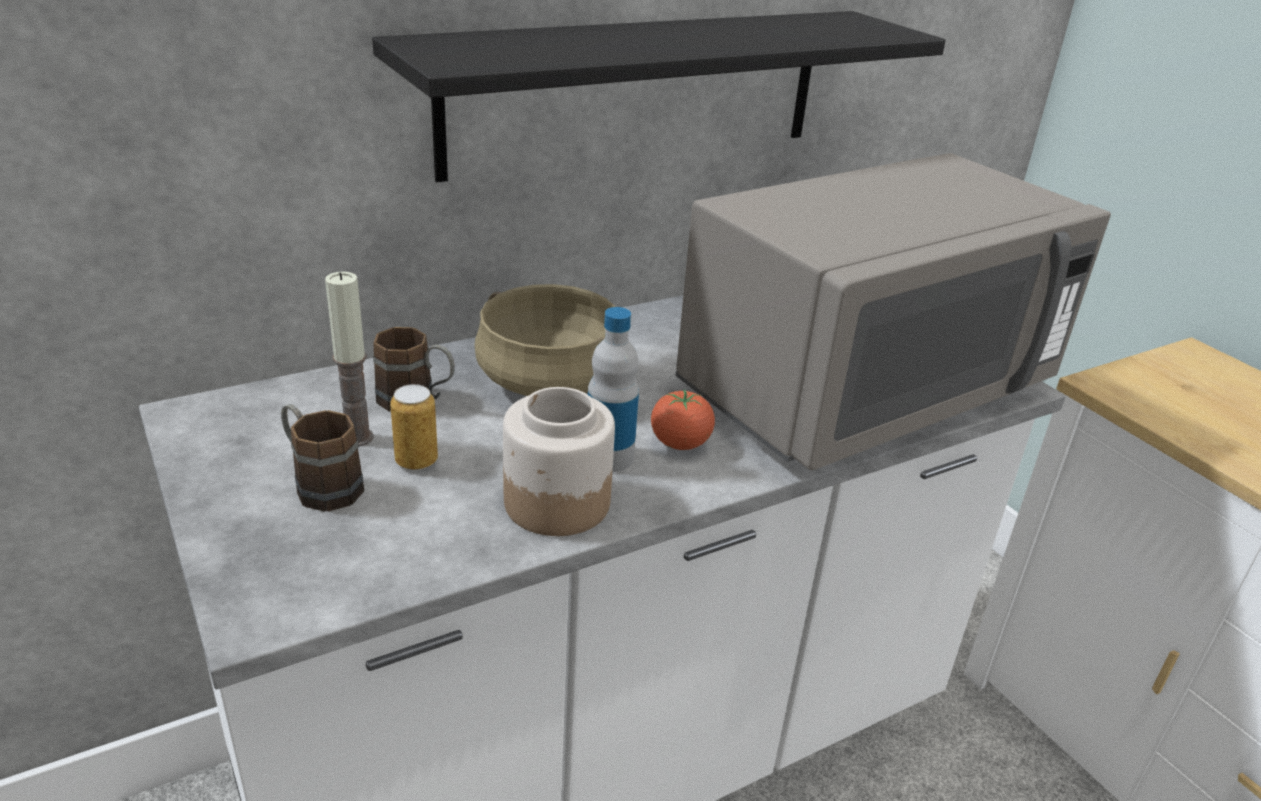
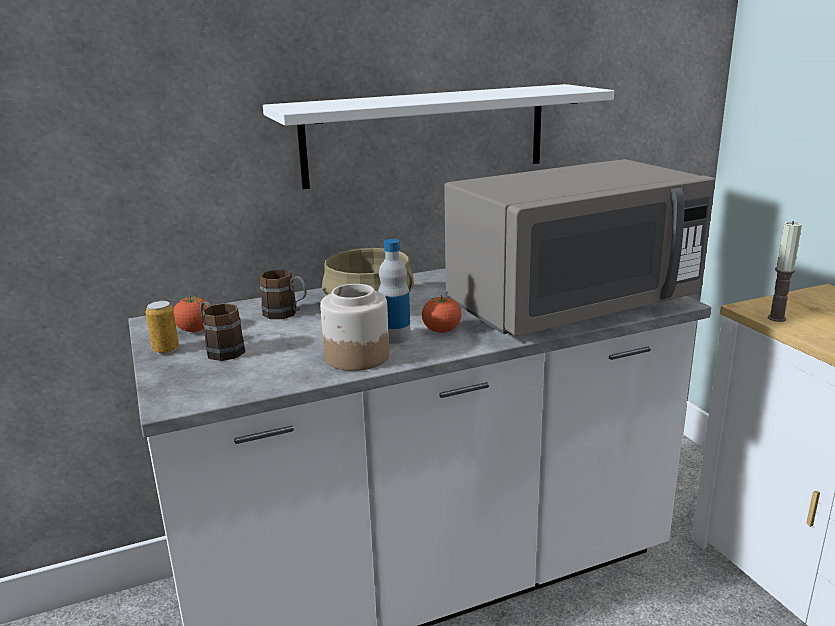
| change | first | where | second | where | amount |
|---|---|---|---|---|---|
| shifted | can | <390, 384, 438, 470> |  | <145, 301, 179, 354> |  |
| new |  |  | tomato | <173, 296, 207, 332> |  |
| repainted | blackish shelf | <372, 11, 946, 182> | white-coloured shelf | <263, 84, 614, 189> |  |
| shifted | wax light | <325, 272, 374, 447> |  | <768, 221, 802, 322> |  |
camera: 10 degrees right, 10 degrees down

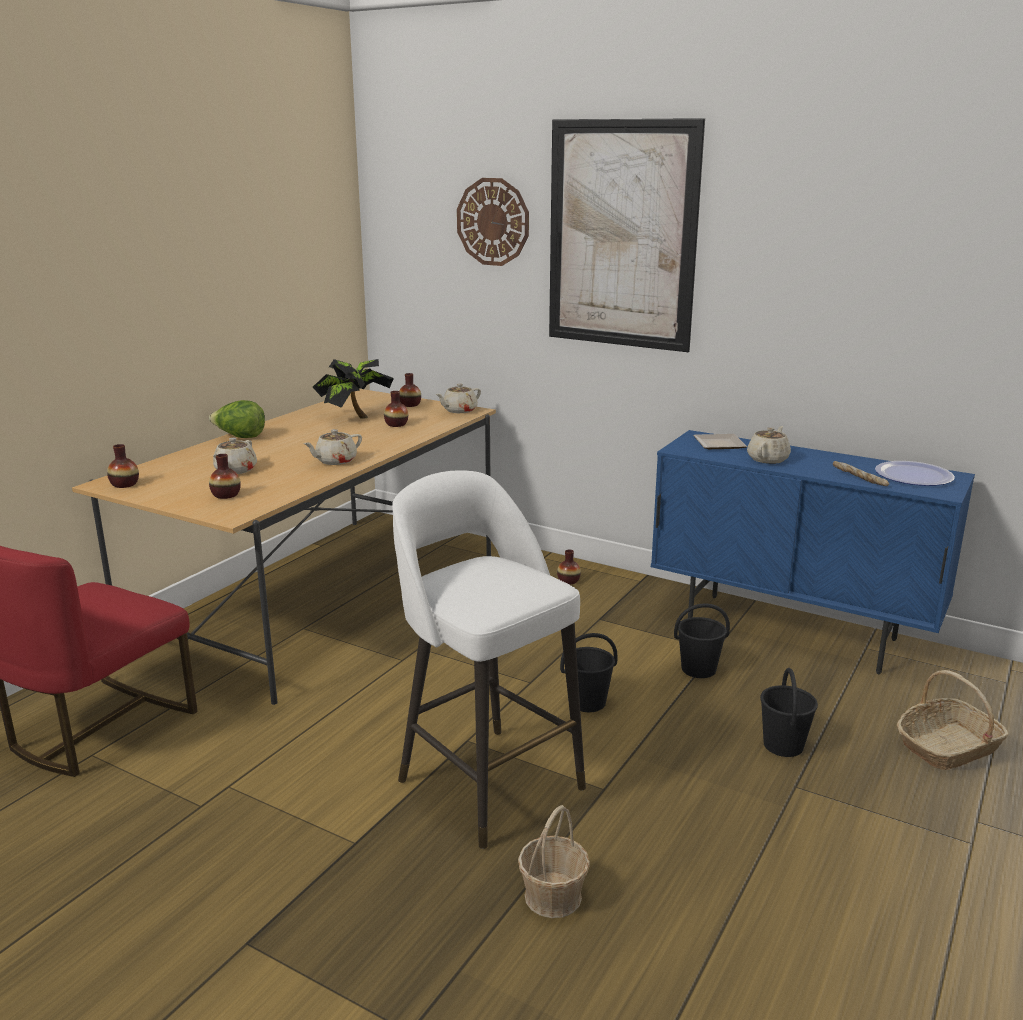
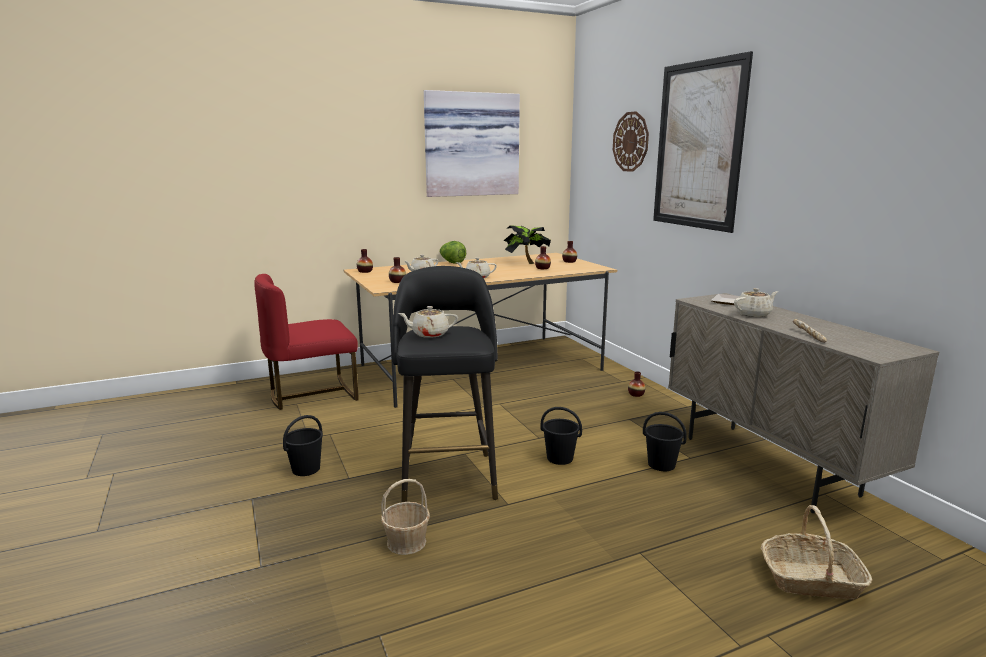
| change | first | where | second | where | amount |
|---|---|---|---|---|---|
| shifted | blackish water bucket | <760, 668, 818, 757> |  | <283, 415, 323, 476> |  |
| repainted | white-coloured stool | <392, 470, 586, 849> | blackish stool | <392, 266, 498, 502> |  |
| shifted | beige-coloured teapot | <436, 383, 481, 413> |  | <398, 306, 458, 338> |  |
| new |  |  | wall picture | <424, 90, 520, 197> |  |
| repainted | blue storage cabinet | <651, 430, 975, 674> | beige-coloured storage cabinet | <668, 293, 939, 513> |  |
| gone | plate | <875, 461, 955, 486> |  |  |  |
camera: 35 degrees right, 5 degrees down

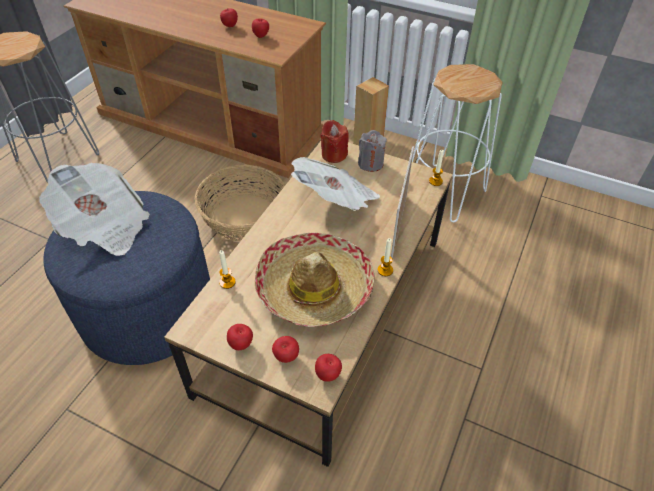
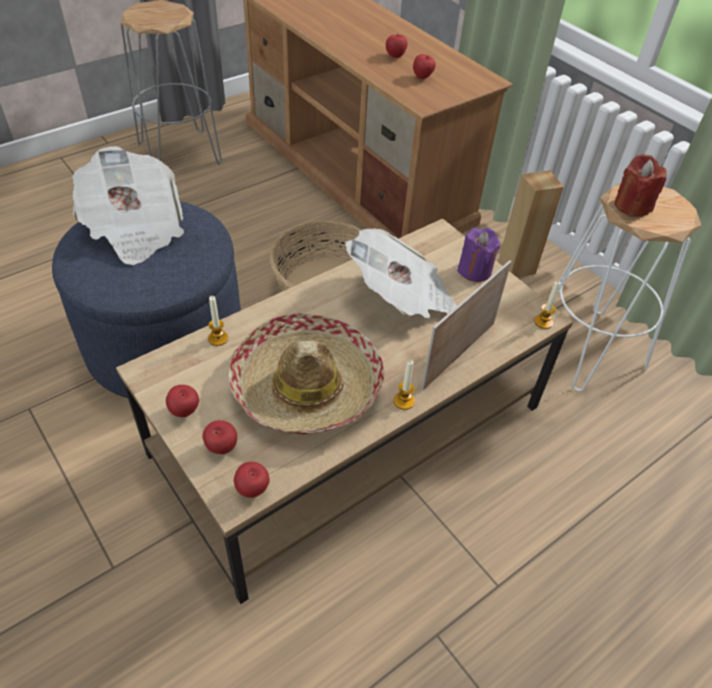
| change | first | where | second | where | amount |
|---|---|---|---|---|---|
| repainted | gray wax light | <358, 130, 387, 172> | purple wax light | <457, 228, 500, 282> |  |
| shifted | red wax light | <321, 120, 349, 163> |  | <615, 154, 667, 217> |  |
camera: 25 degrees right, 0 degrees up

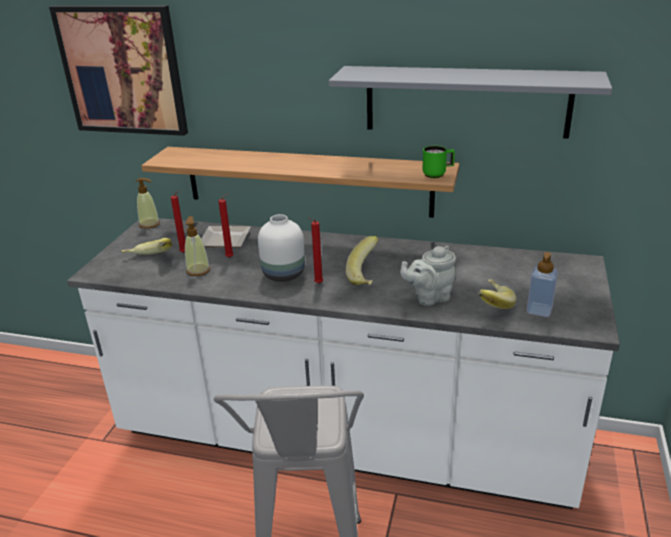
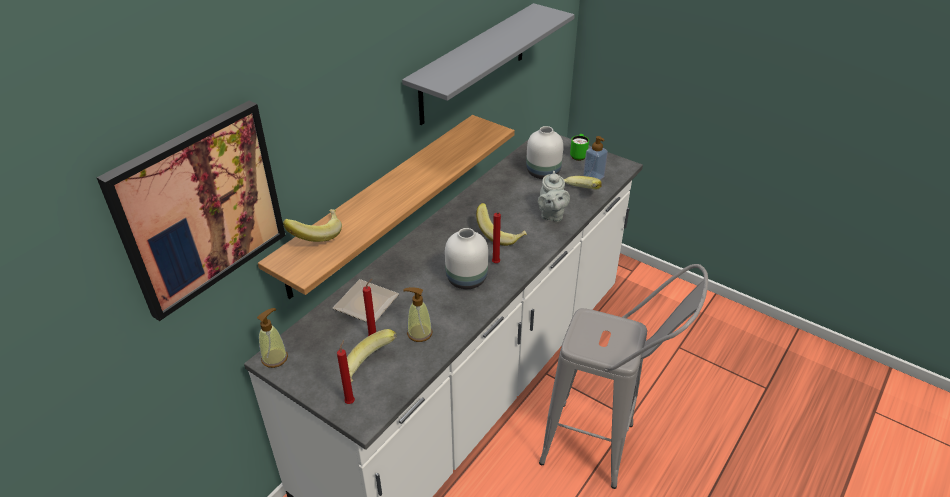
| change | first | where | second | where | amount |
|---|---|---|---|---|---|
| new |  |  | whole banana | <283, 209, 342, 242> |  |
| shifted | red wax light | <218, 193, 234, 258> |  | <337, 340, 355, 404> |  |
| new |  |  | white-coloured vase | <526, 126, 563, 179> |  |
| shifted | greenish coffee mug | <422, 146, 455, 178> |  | <570, 134, 589, 161> |  |
camera: 70 degrees left, 10 degrees up

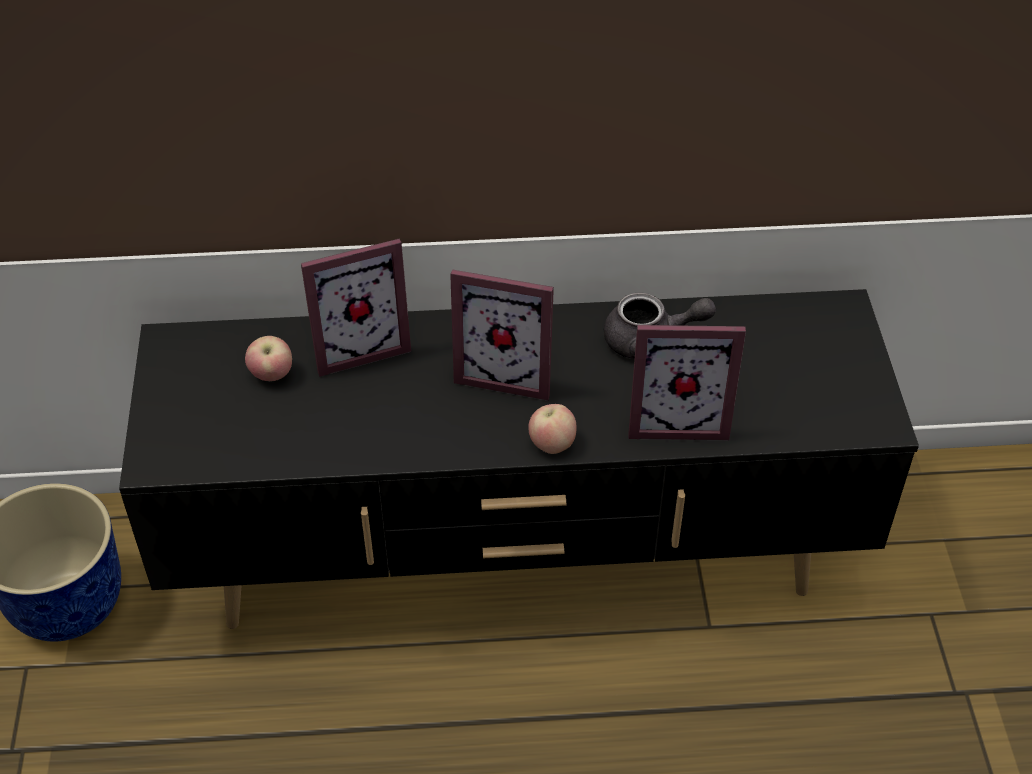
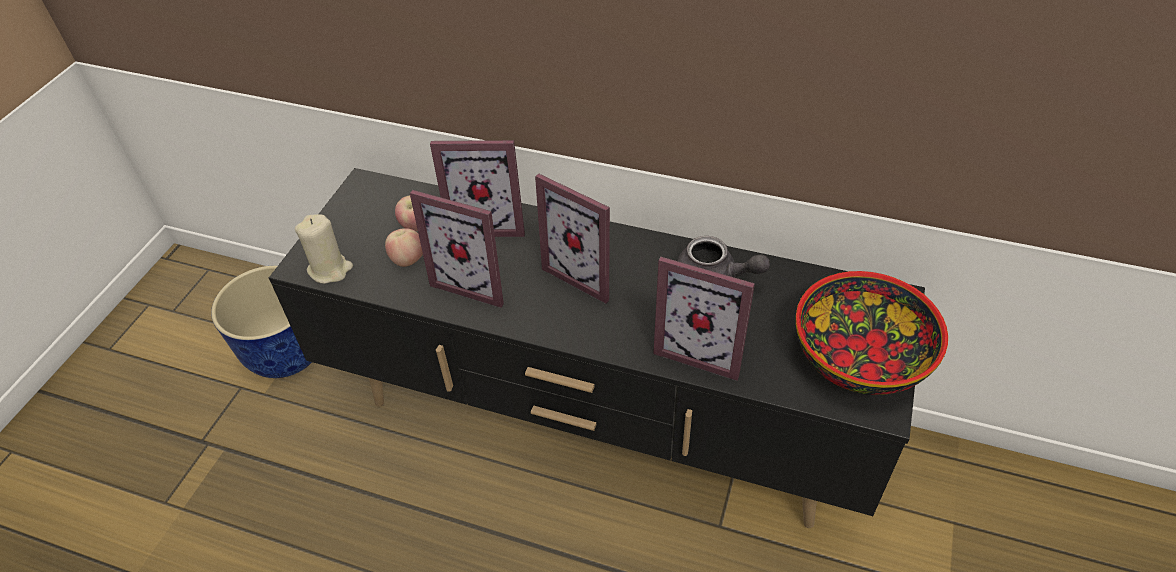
| change | first | where | second | where | amount |
|---|---|---|---|---|---|
| new |  |  | beige-coloured wax light | <295, 214, 353, 284> |  |
| shifted | apple | <528, 404, 577, 454> |  | <385, 228, 423, 267> |  |
| new |  |  | photo frame | <410, 190, 504, 308> |  |
| new |  |  | deep dish | <795, 271, 948, 395> |  |
camera: 25 degrees right, 0 degrees up

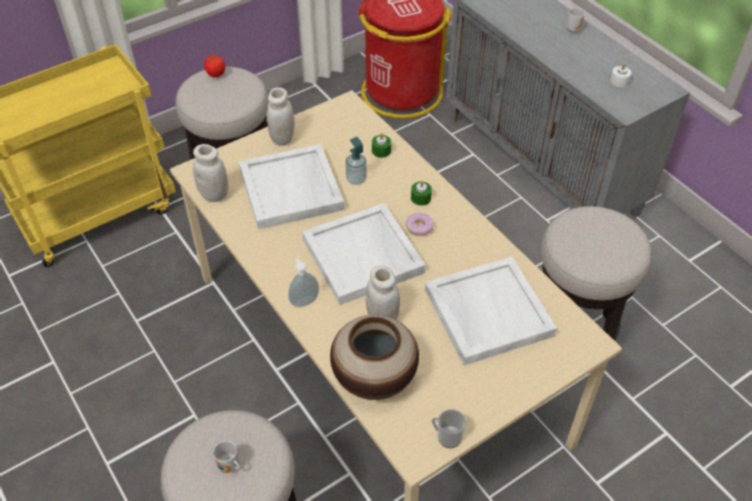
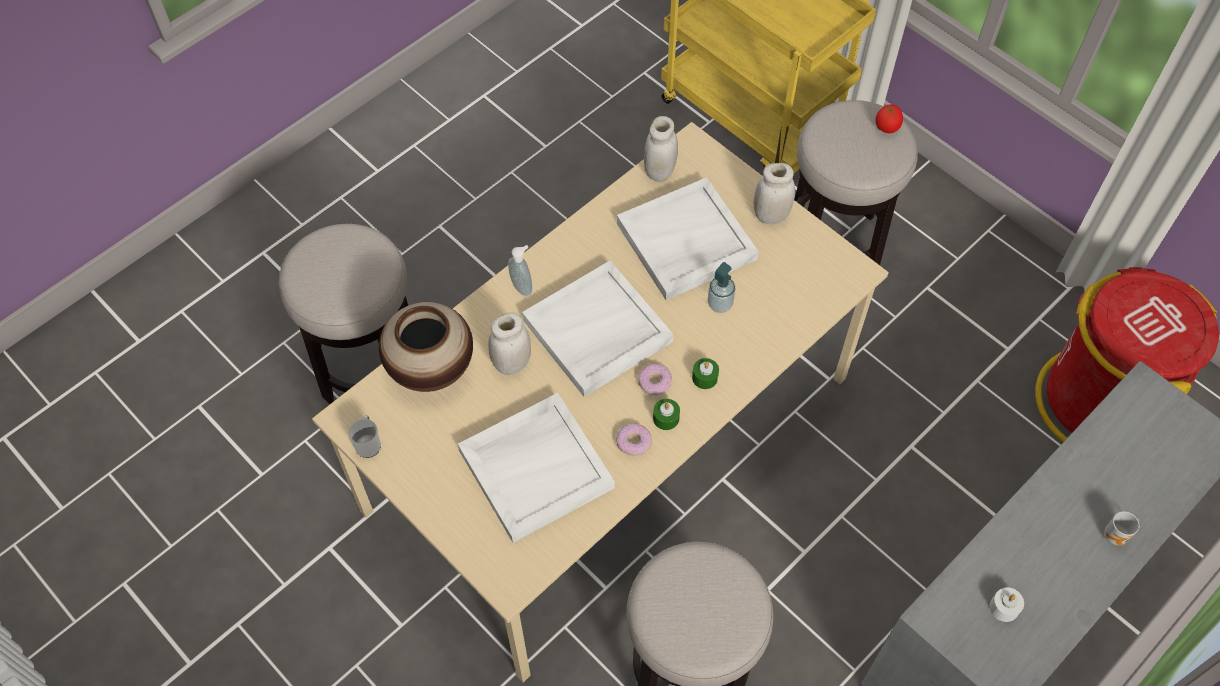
| change | first | where | second | where | amount |
|---|---|---|---|---|---|
| new |  |  | ring doughnut | <616, 423, 652, 456> |  |
| shifted | greenish wax light | <372, 133, 391, 158> |  | <653, 399, 680, 430> |  |
| gone | coffee mug | <213, 441, 241, 473> |  |  |  |
camera: 80 degrees right, 10 degrees up

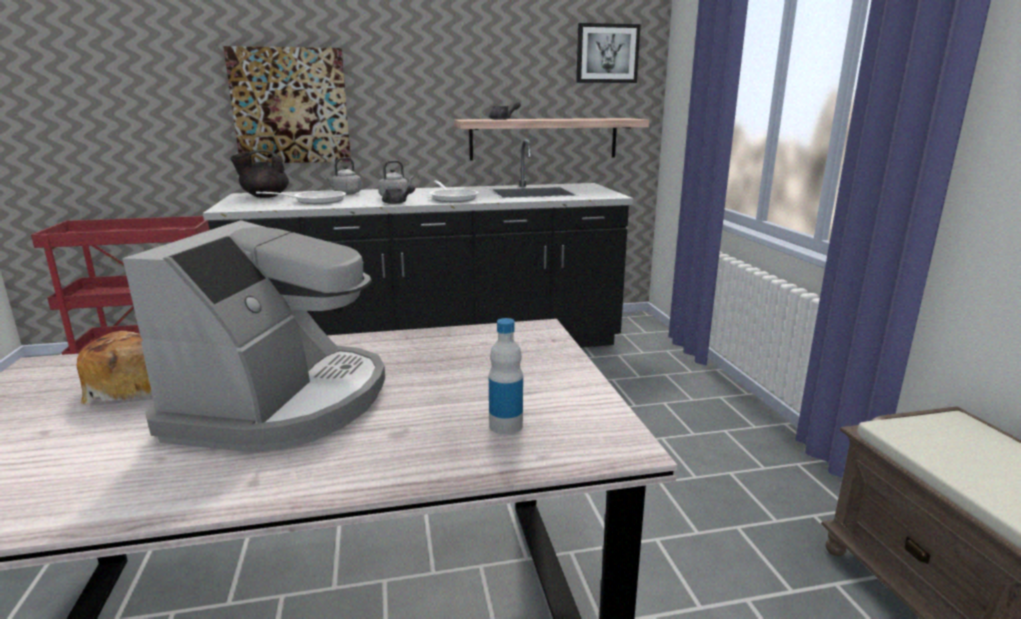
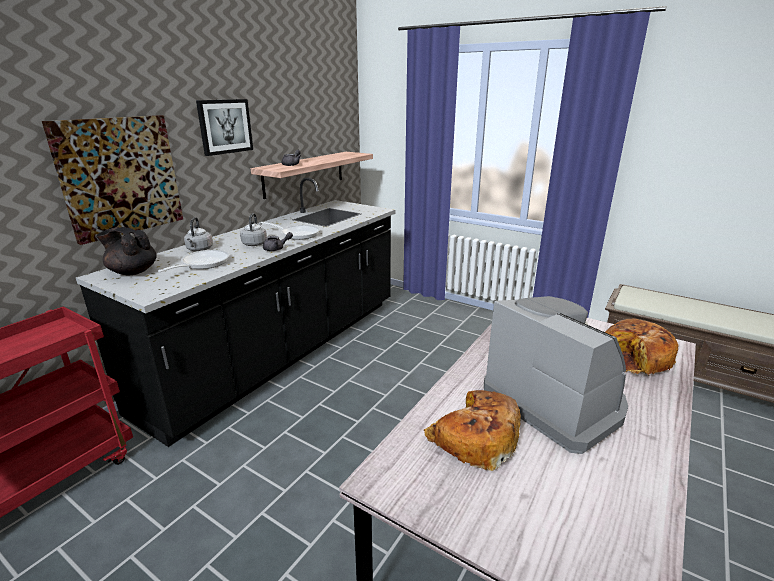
| change | first | where | second | where | amount |
|---|---|---|---|---|---|
| rotated | blackish teapot | <230, 150, 289, 198> |  | <96, 227, 156, 275> | 90 degrees clockwise |
| shifted | wall picture | <576, 23, 641, 83> |  | <196, 99, 253, 156> |  |
| swapped | beverage bottle | <489, 318, 523, 434> | baked bread | <605, 319, 679, 375> |  |
camera: 45 degrees left, 5 degrees up

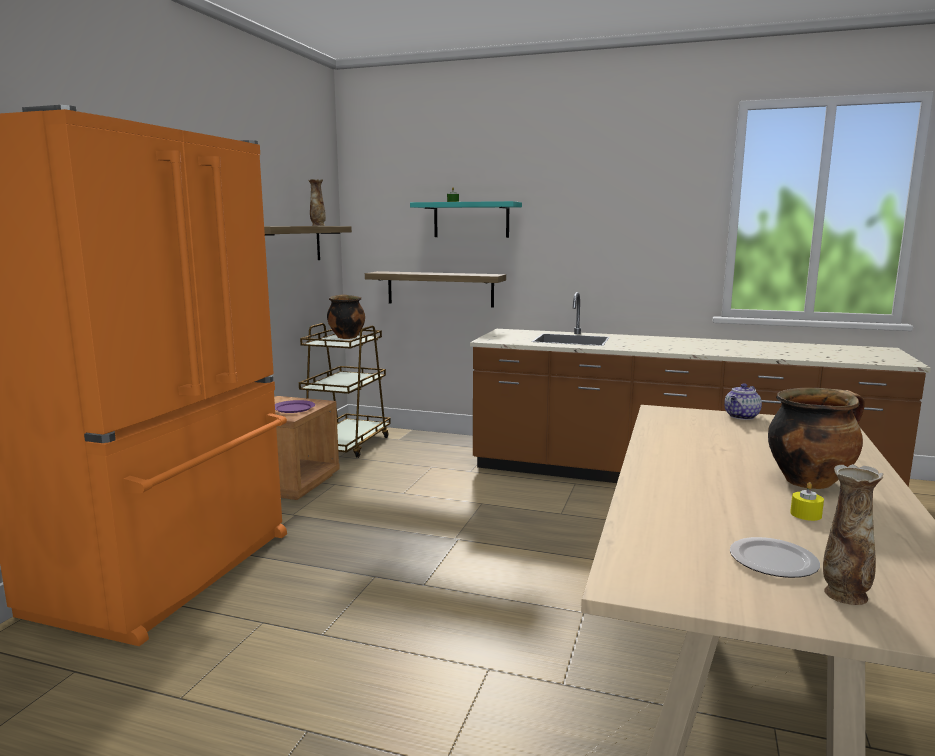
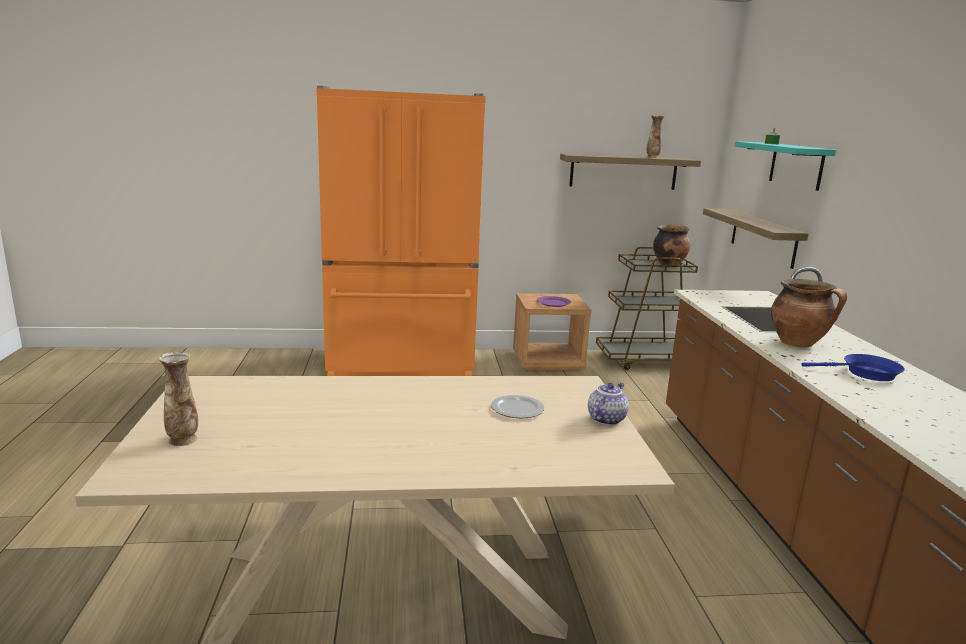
| change | first | where | second | where | amount |
|---|---|---|---|---|---|
| shifted | plate | <730, 537, 820, 578> |  | <491, 395, 545, 418> |  |
| rotated | teapot | <724, 383, 762, 420> |  | <588, 383, 629, 425> | 105 degrees clockwise |
| shifted | cooking pot | <768, 388, 865, 489> |  | <771, 279, 847, 348> |  |
| new |  |  | blue frying pan | <801, 354, 905, 381> |  |
| gone | yellowish wax light | <790, 482, 824, 521> |  |  |  |
camera: 65 degrees right, 5 degrees up

